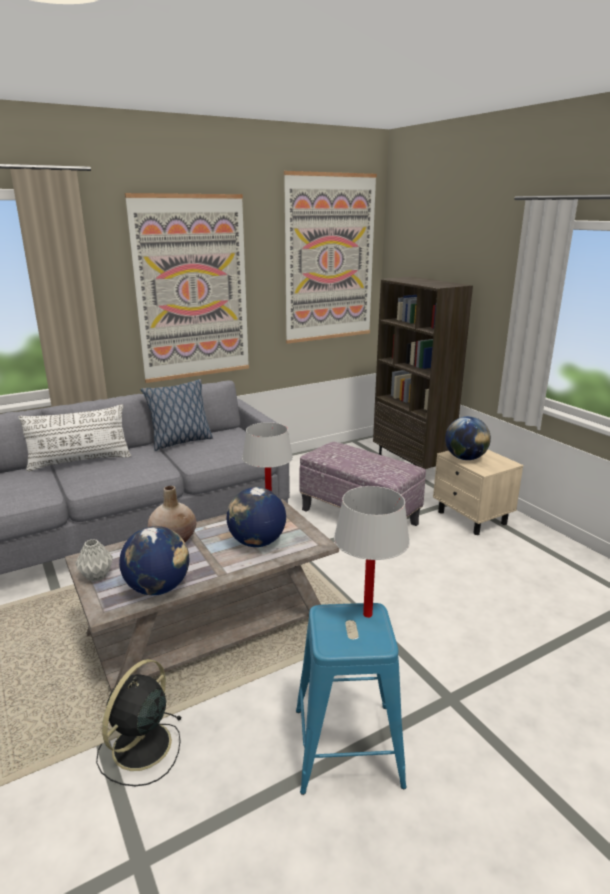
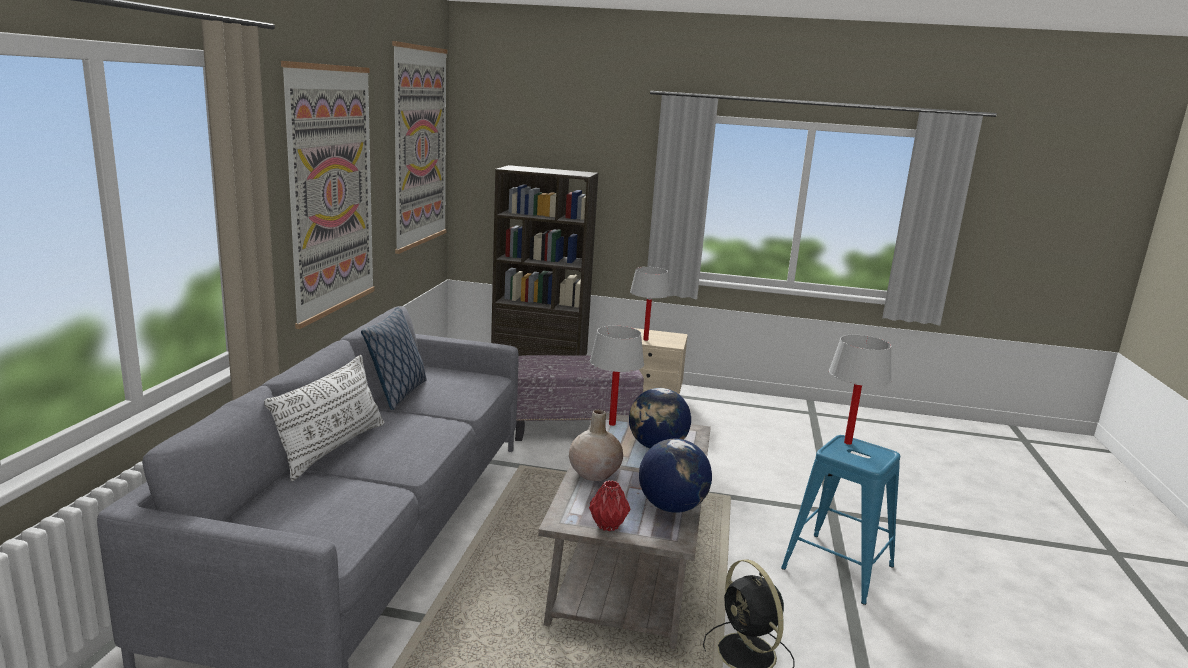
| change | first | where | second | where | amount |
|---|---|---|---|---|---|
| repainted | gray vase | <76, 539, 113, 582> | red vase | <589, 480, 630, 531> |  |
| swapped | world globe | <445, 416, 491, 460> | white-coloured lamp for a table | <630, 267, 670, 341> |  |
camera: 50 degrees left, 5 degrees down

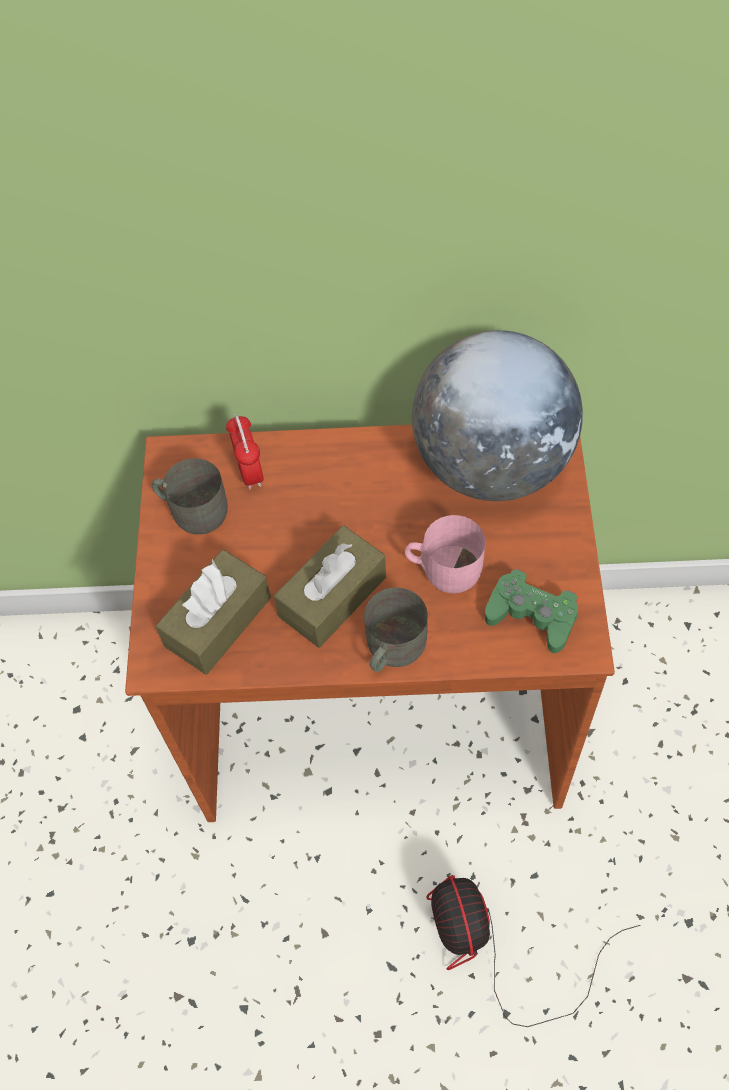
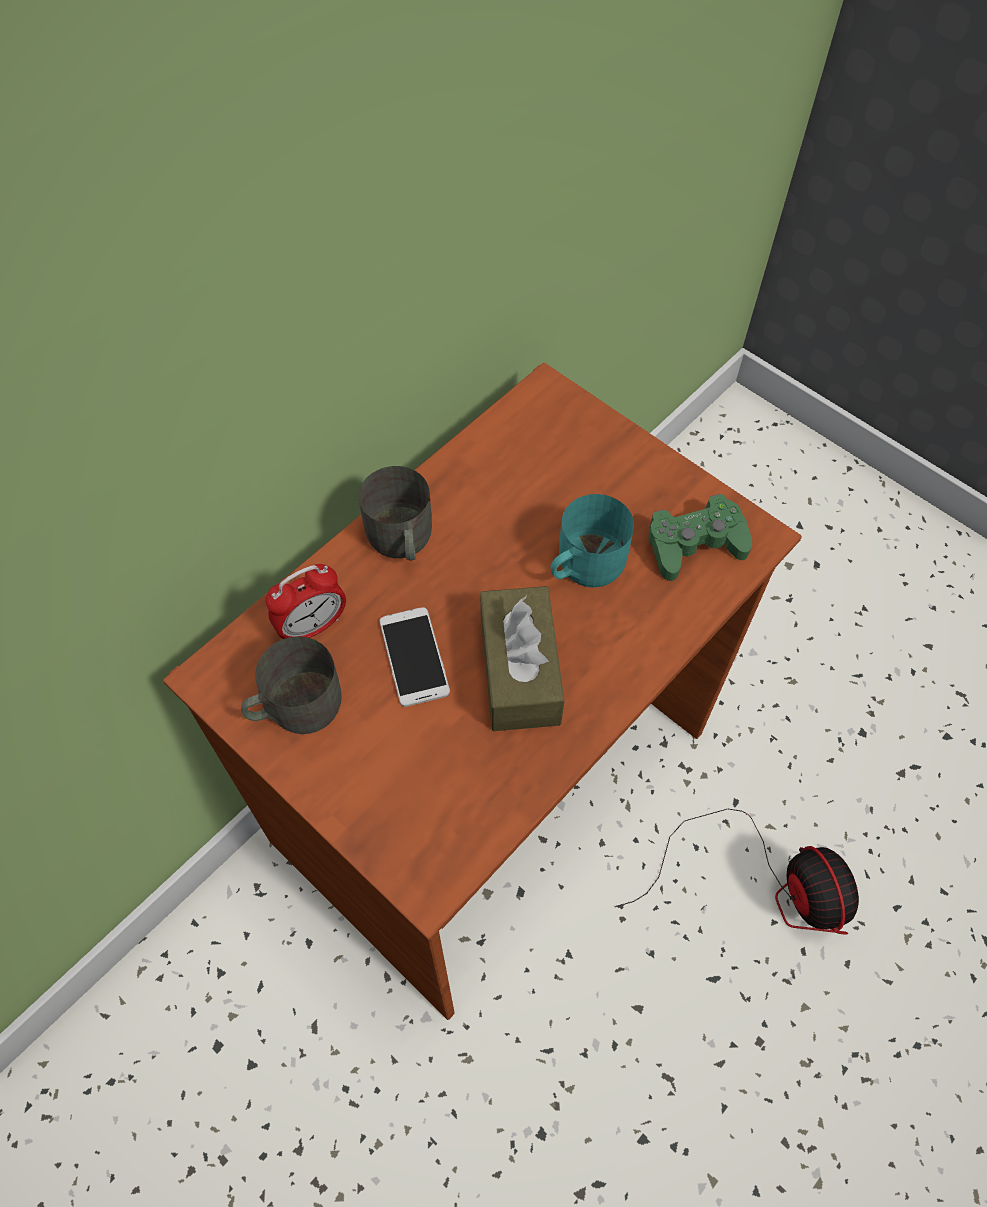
| change | first | where | second | where | amount |
|---|---|---|---|---|---|
| rotated | bedside clock | <226, 414, 264, 490> |  | <266, 564, 346, 639> | 120 degrees clockwise |
| shifted | gray coffee mug | <364, 587, 428, 672> |  | <358, 466, 432, 561> |  |
| new |  |  | handset | <380, 607, 450, 707> |  |
| repainted | pinkish coffee mug | <405, 515, 485, 593> | turquoise-coloured coffee mug | <550, 494, 634, 587> |  |
| rotated | electric fan | <426, 875, 641, 1027> |  | <615, 809, 859, 935> | 135 degrees counterclockwise |
| gone | brown tissue holder | <156, 550, 271, 675> |  |  |  |
| gone | world globe | <412, 330, 583, 501> |  |  |  |
camera: 50 degrees left, 0 degrees up

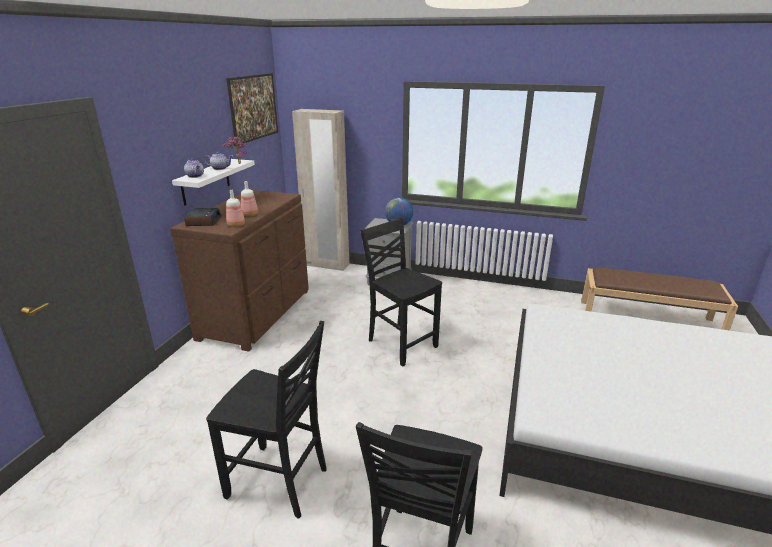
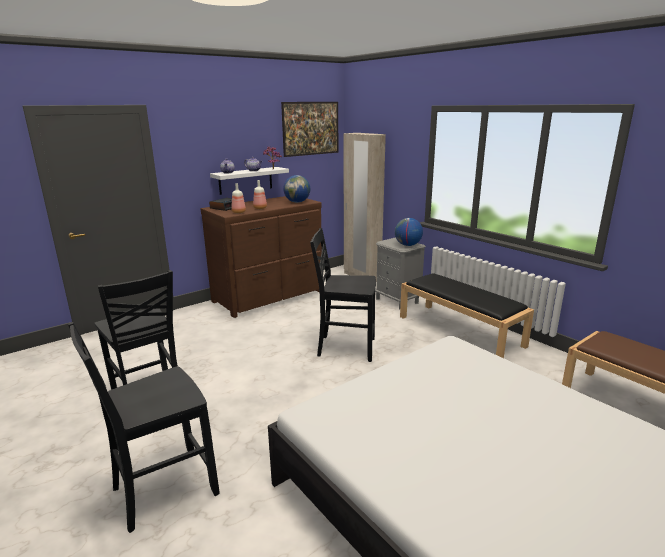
| change | first | where | second | where | amount |
|---|---|---|---|---|---|
| new |  |  | world globe | <283, 175, 310, 203> |  |
| rotated | blackish plain chair | <360, 218, 442, 366> |  | <310, 228, 376, 362> | 75 degrees counterclockwise |
| new |  |  | blackish bench | <400, 273, 534, 358> |  |
camera: 35 degrees right, 5 degrees down

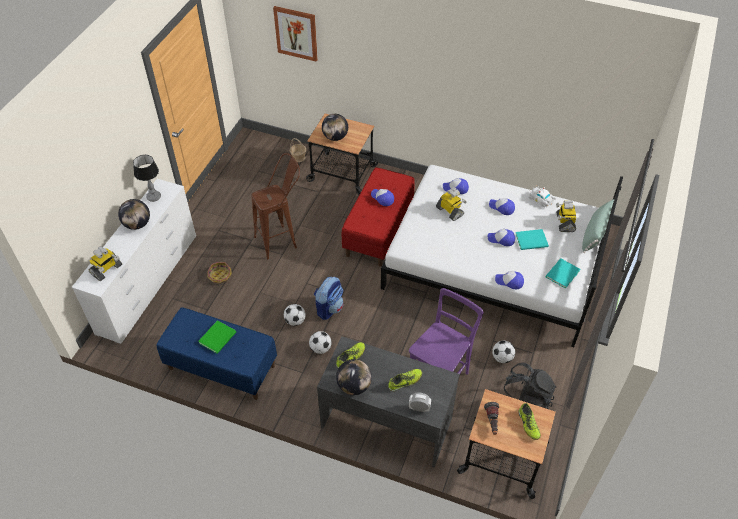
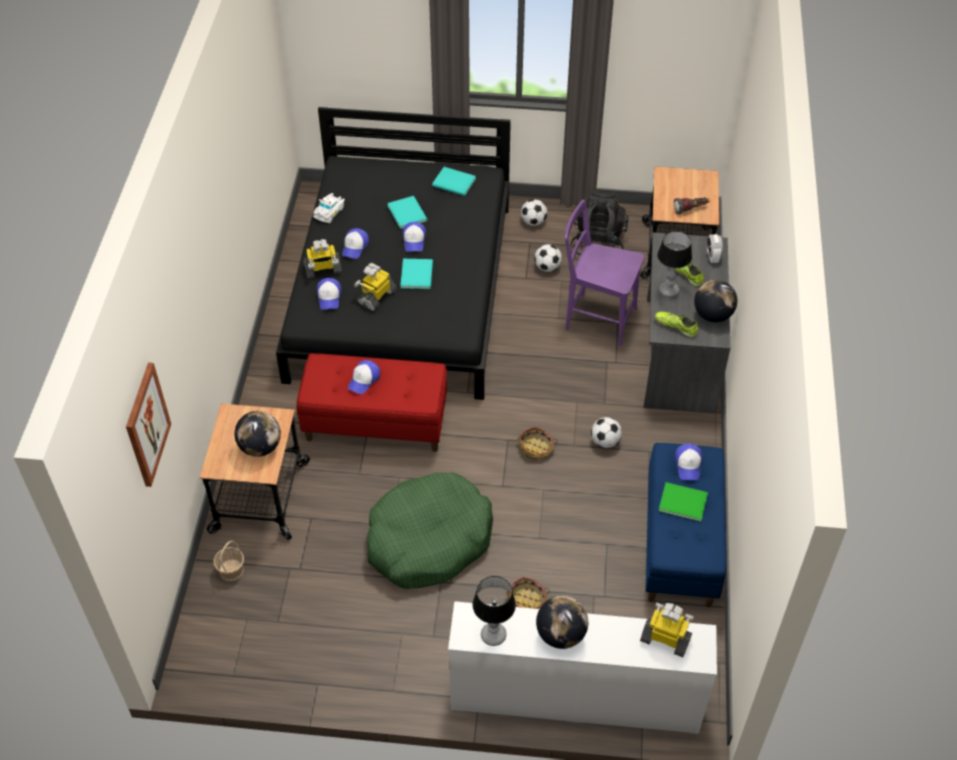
| change | first | where | second | where | amount |
|---|---|---|---|---|---|
| repainted | white-coloured bedroom bed | <381, 165, 623, 347> | blackish bedroom bed | <276, 107, 511, 400> |  |
| shifted | toy robot | <556, 200, 576, 232> |  | <304, 239, 342, 279> |  |
| swapped | brown stool | <252, 153, 300, 260> | greenish dog cushion | <368, 473, 493, 589> |  |
| new |  |  | turquoise-coloured volume | <400, 259, 433, 289> |  |
| swapped | backpack | <314, 277, 344, 320> | storage basket | <517, 426, 558, 460> |  |
| shifted | football ball | <284, 304, 306, 326> |  | <521, 199, 547, 226> |  |
| new |  |  | lamp for a table | <657, 231, 692, 297> |  |
| shifted | baseball cap | <495, 271, 524, 289> |  | <675, 444, 702, 480> |  |
| gone | low shoe | <518, 403, 541, 440> |  |  |  |
| gone | greenish cushion | <582, 199, 614, 253> |  |  |  |
camera: 105 degrees left, 0 degrees up

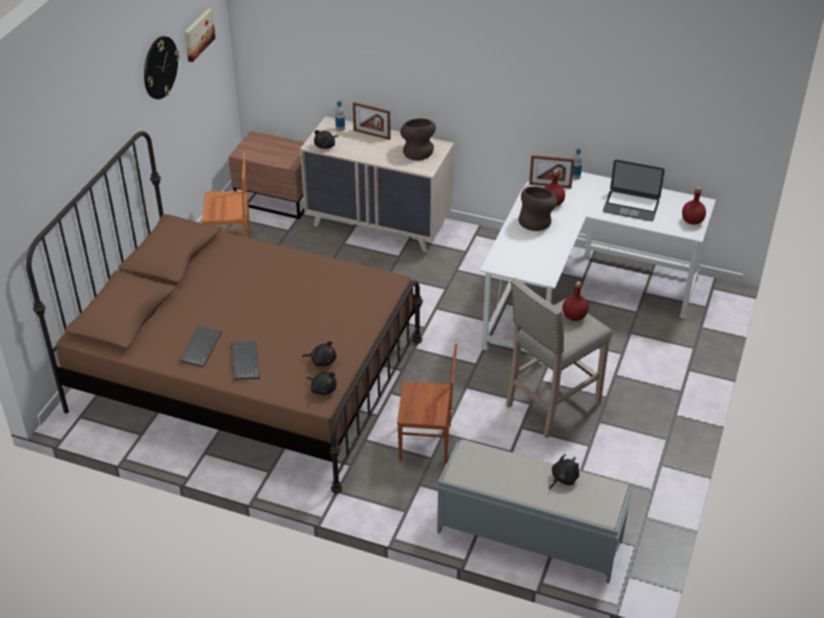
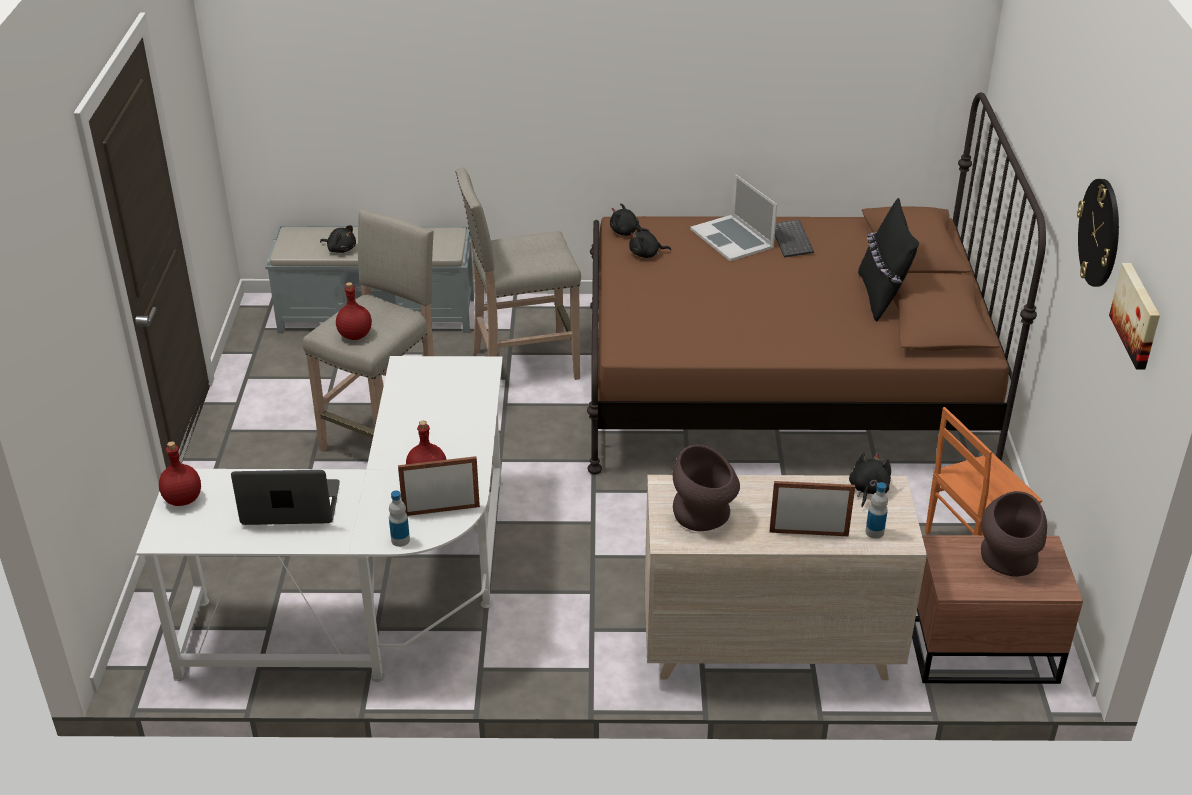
| change | first | where | second | where | amount |
|---|---|---|---|---|---|
| rotated | blackish soft toy | <549, 454, 579, 490> |  | <320, 225, 356, 253> | 90 degrees counterclockwise |
| swapped | brown plain chair | <397, 344, 457, 464> | beige-coloured stool | <456, 167, 581, 380> |  |
| swapped | computer keyboard | <231, 341, 260, 380> | portable computer | <690, 174, 777, 261> |  |
| new |  |  | blackish cushion | <858, 198, 919, 322> |  |
| shifted | brown vase | <518, 186, 557, 231> |  | <981, 491, 1047, 577> |  |
camera: 160 degrees right, 5 degrees down

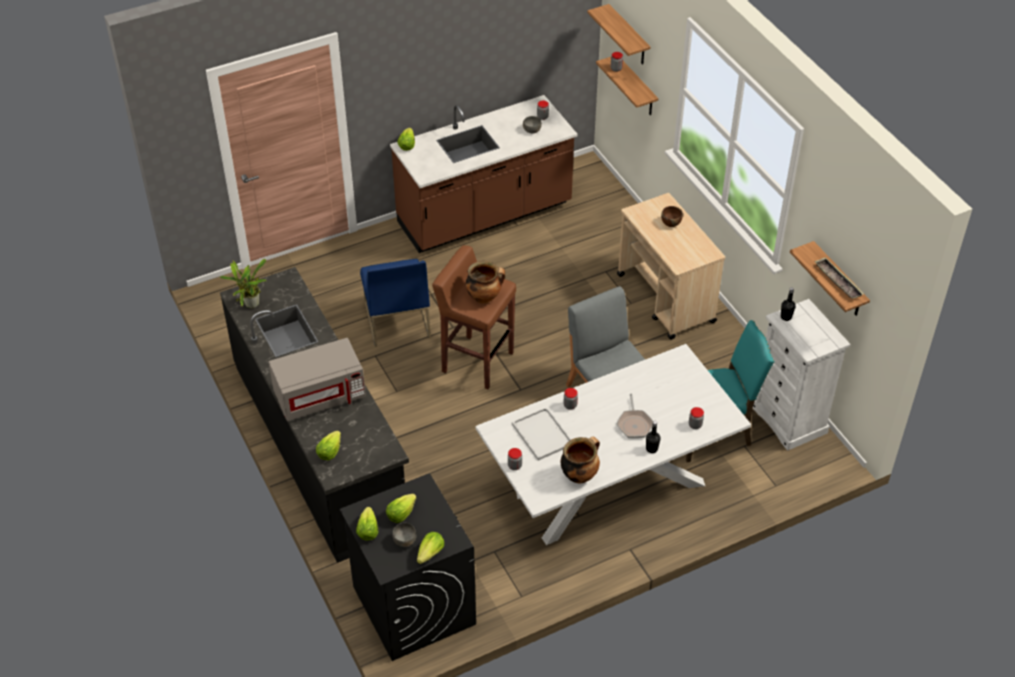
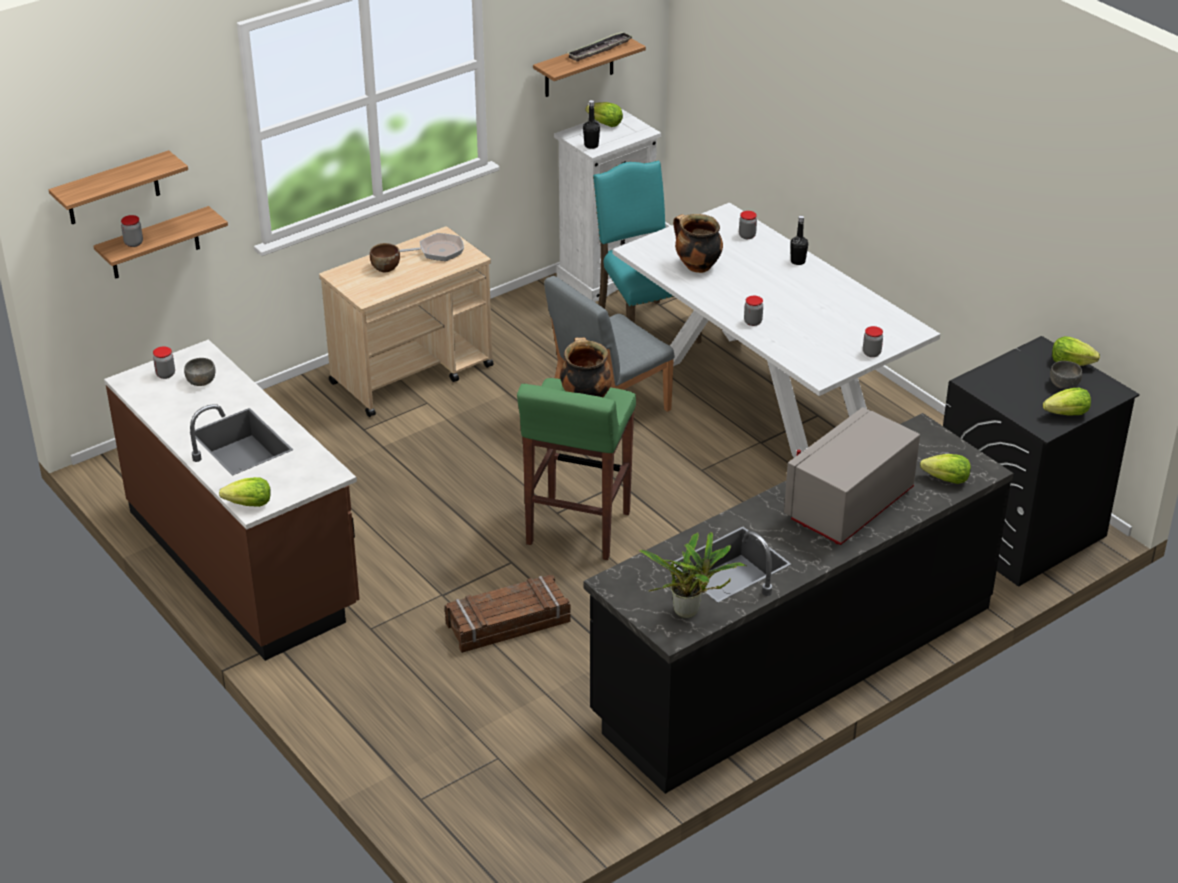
| change | first | where | second | where | amount |
|---|---|---|---|---|---|
| shifted | frying pan | <617, 394, 653, 438> |  | <400, 233, 464, 261> |  |
| swapped | blue plain chair | <360, 259, 431, 347> | shipping crate | <445, 575, 570, 653> |  |
| repainted | brown stool | <432, 245, 516, 389> | greenish stool | <517, 378, 636, 560> |  |
| shifted | lettuce head | <386, 494, 417, 523> |  | <586, 102, 623, 127> |  |
| shifted | cooking pot | <561, 436, 600, 483> |  | <673, 214, 723, 273> |  |
| rotated | gray microwave | <269, 338, 366, 421> |  | <784, 407, 920, 545> | 105 degrees counterclockwise |
| gone | white-coloured serving tray | <512, 407, 571, 461> |  |  |  |
camera: 100 degrees left, 10 degrees down

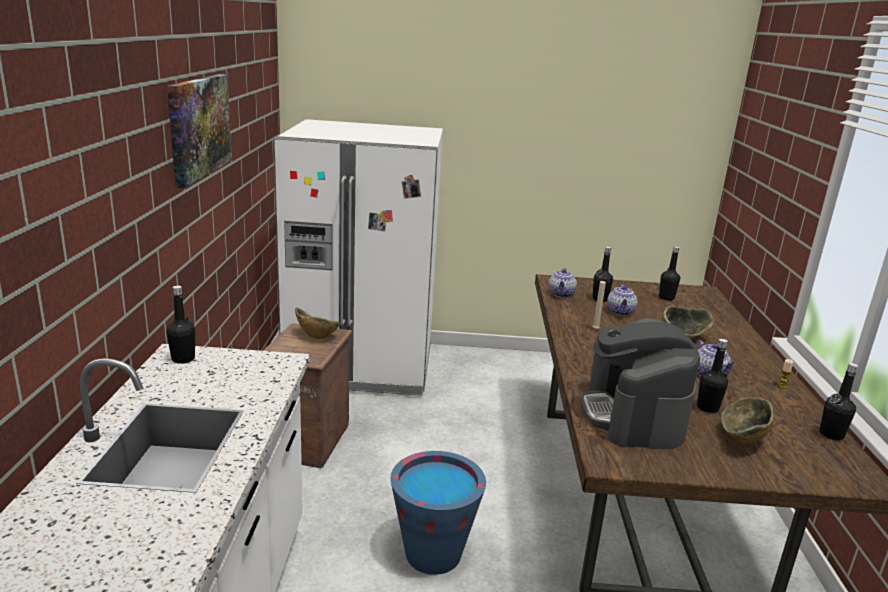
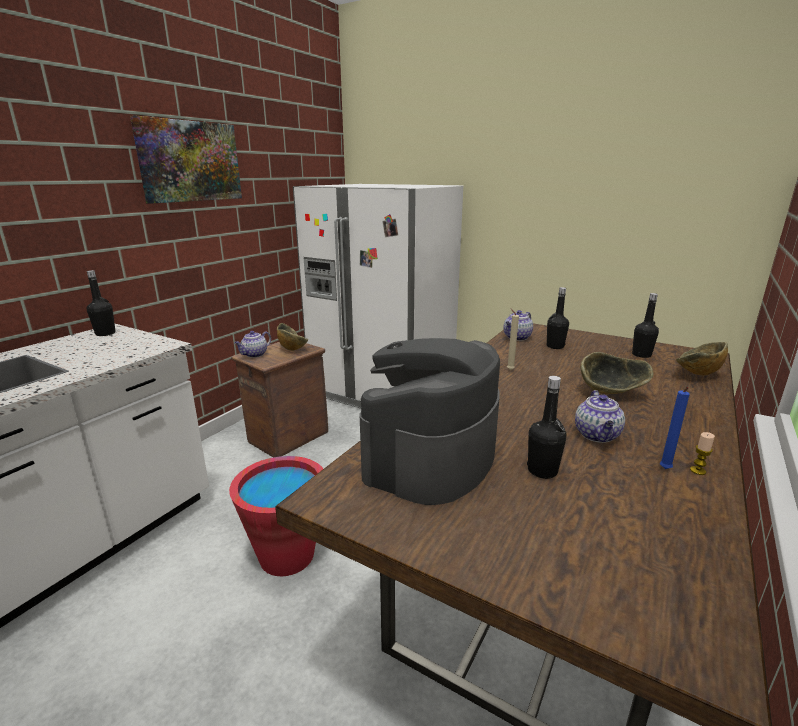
| change | first | where | second | where | amount |
|---|---|---|---|---|---|
| repainted | blue water bucket | <390, 451, 486, 575> | red water bucket | <229, 456, 323, 576> |  |
| shifted | teapot | <607, 284, 637, 316> |  | <234, 331, 271, 358> |  |
| new |  |  | blue wax light | <660, 387, 690, 469> |  |
| shifted | deep dish | <721, 398, 774, 443> |  | <676, 342, 728, 375> |  |
| gone | blackish beverage bottle | <820, 363, 858, 440> |  |  |  |
camera: 30 degrees right, 0 degrees up

